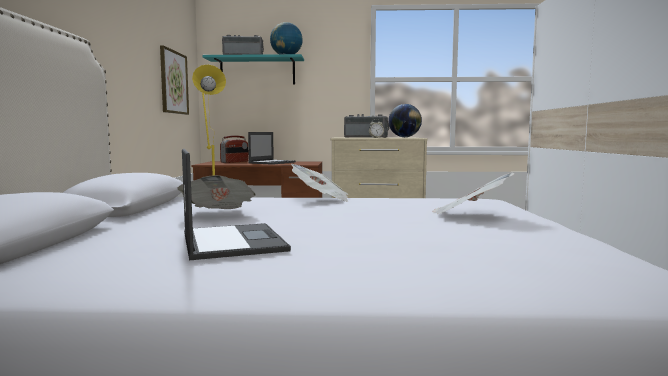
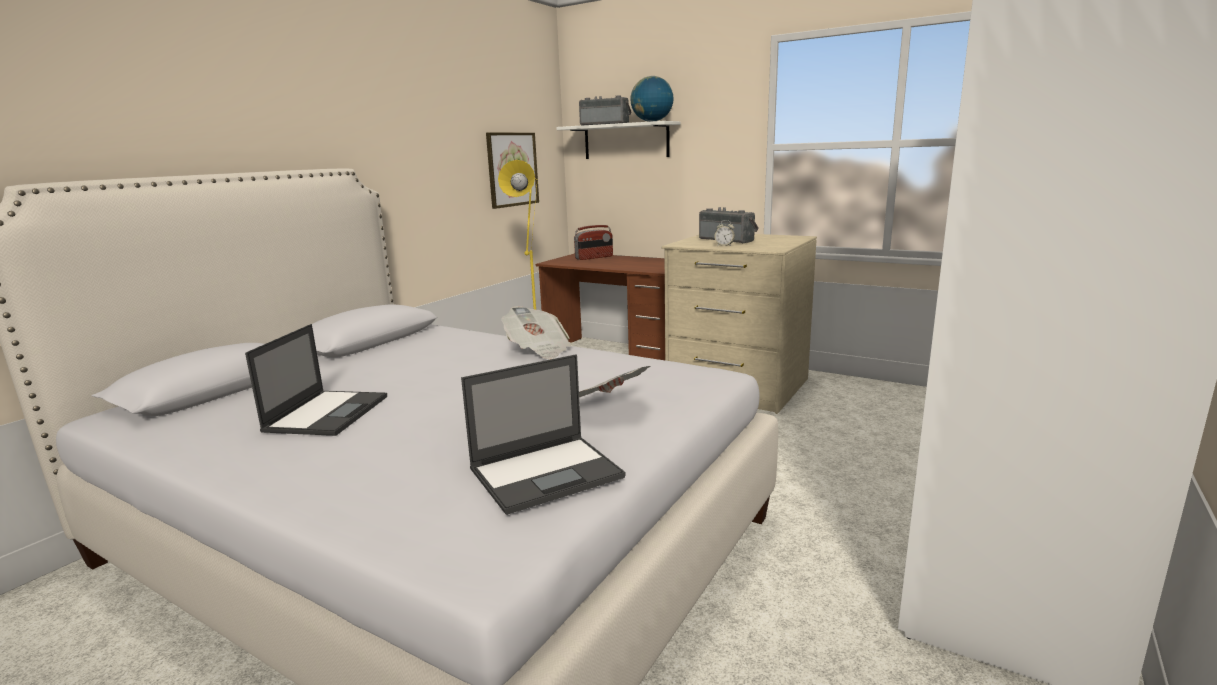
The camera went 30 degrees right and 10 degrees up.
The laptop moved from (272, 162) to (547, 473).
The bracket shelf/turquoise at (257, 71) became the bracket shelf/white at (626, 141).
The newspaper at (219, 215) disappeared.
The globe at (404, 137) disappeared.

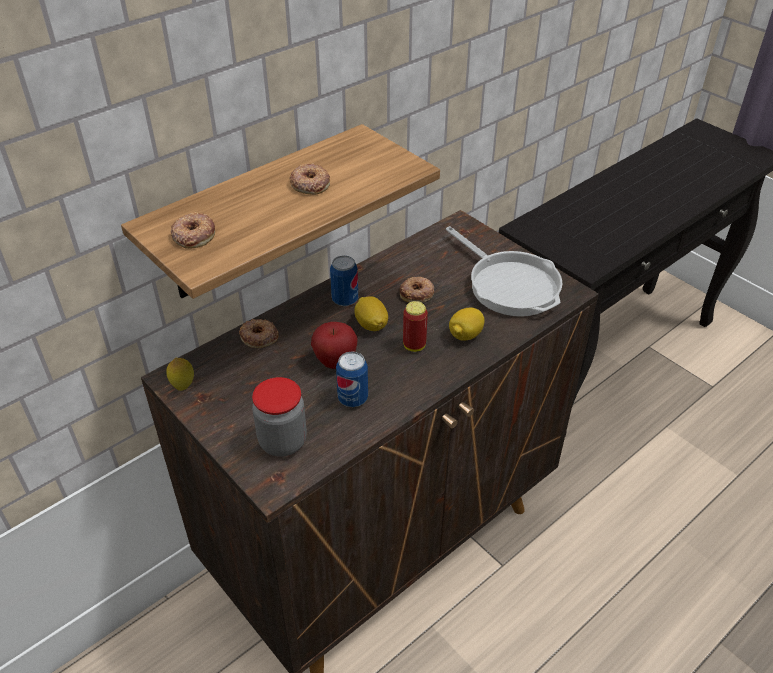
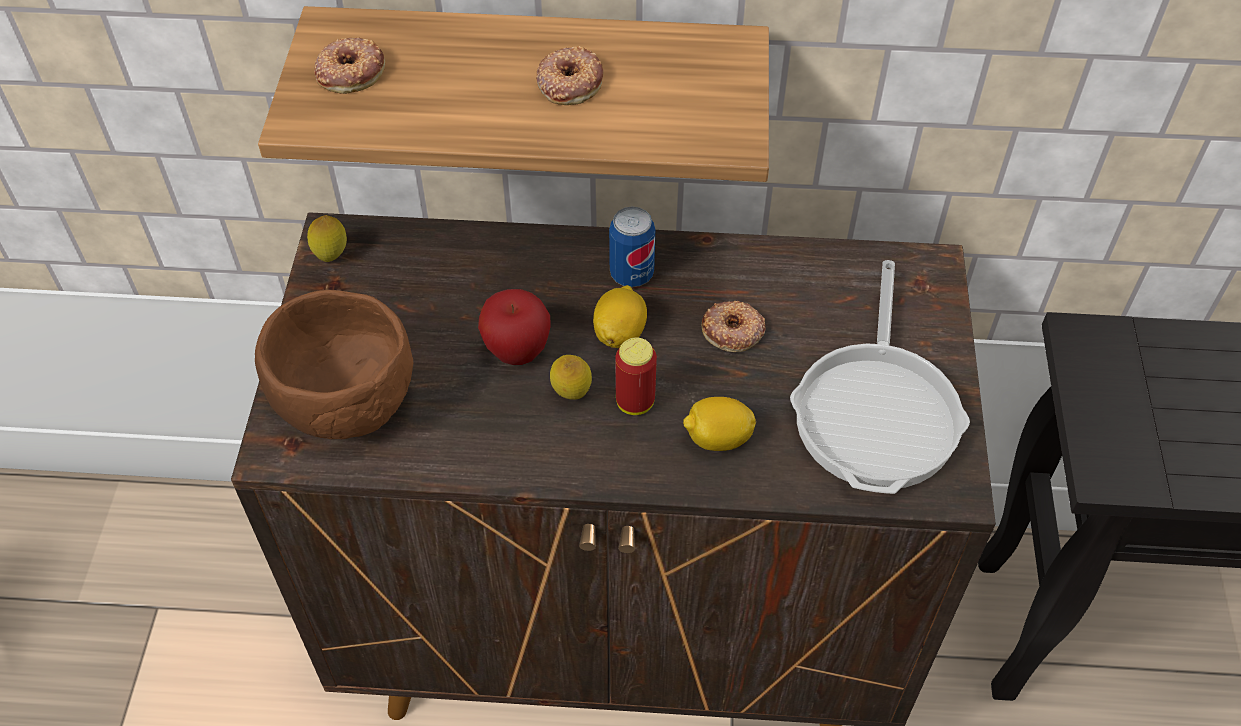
The camera went 45 degrees right and 10 degrees up.
The preserve jar at (283, 442) was replaced by the serving bowl/brown-coloured at (345, 406).
The lemon at (571, 394) appeared.
The donut at (259, 337) disappeared.
The can at (353, 399) disappeared.

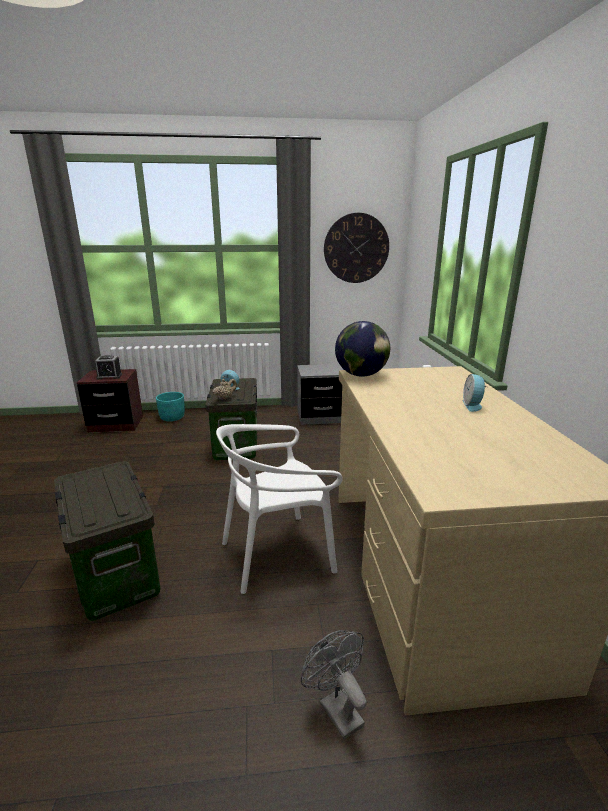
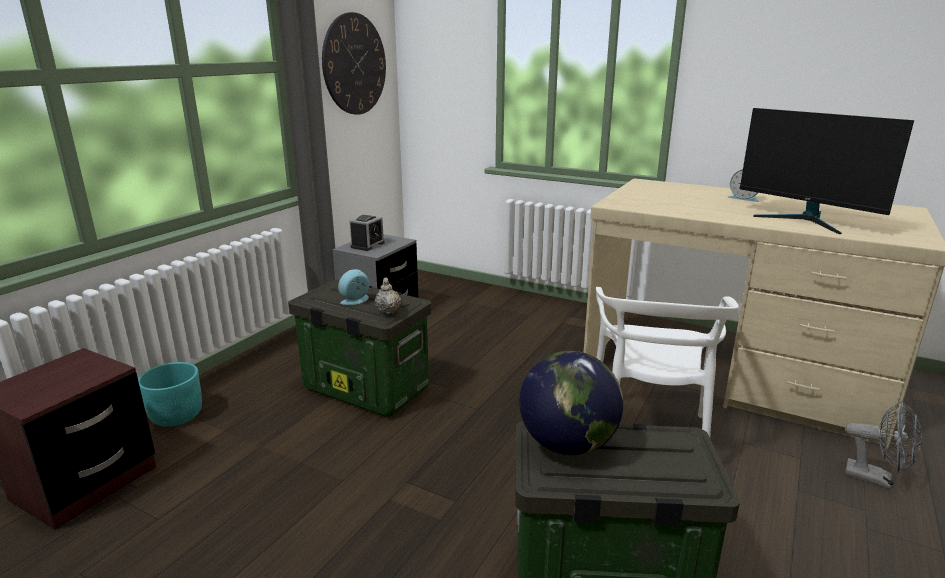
The camera went 55 degrees left and 0 degrees up.
The alarm clock moved from (109, 376) to (367, 245).
The globe moved from (361, 375) to (567, 445).
The computer screen at (806, 220) appeared.
The cooling fan/gray at (336, 708) turned 150 degrees counterclockwise.

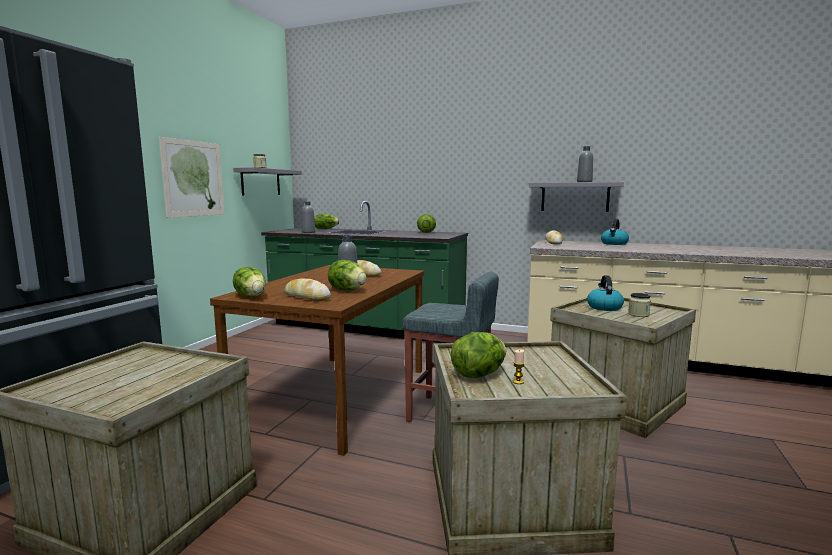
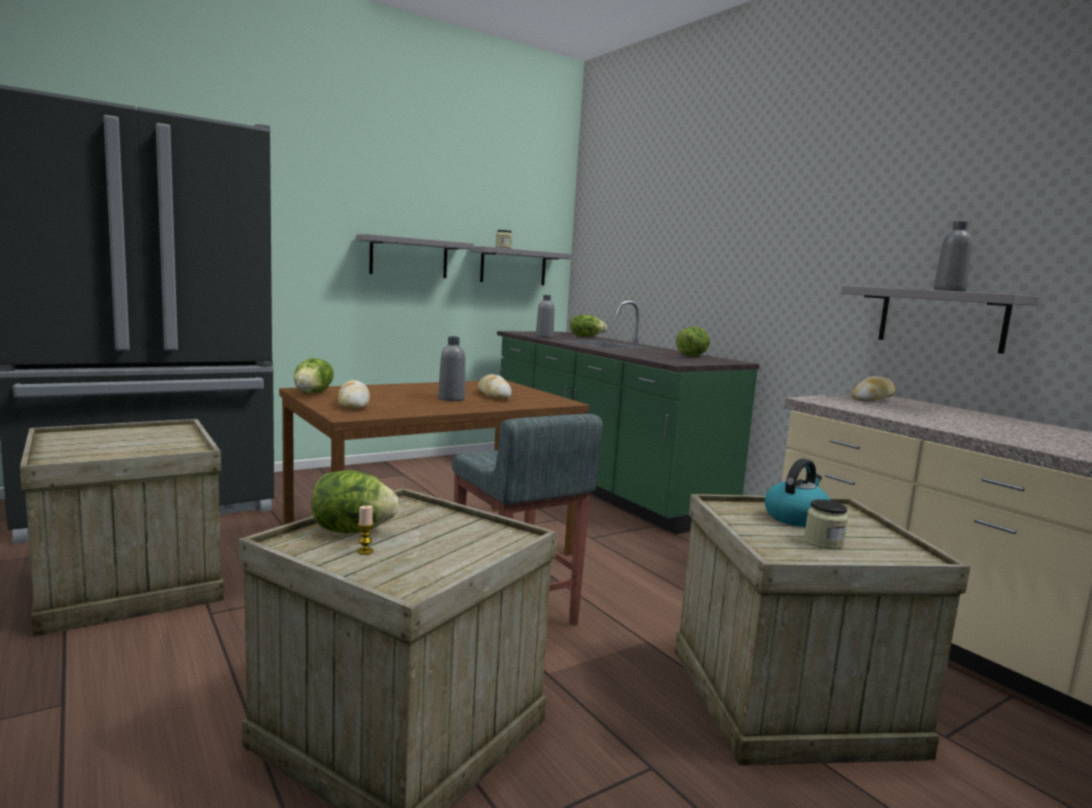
The camera went 35 degrees right and 0 degrees up.
The wall art at (193, 178) was replaced by the bracket shelf/gray at (409, 257).
The lettuce at (347, 290) disappeared.
The tea kettle at (614, 243) disappeared.

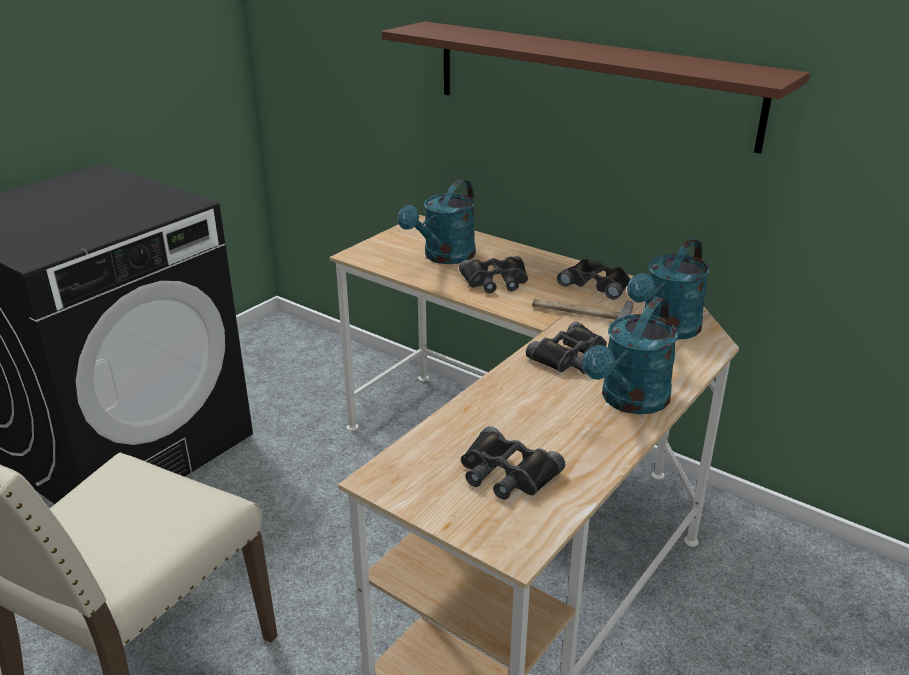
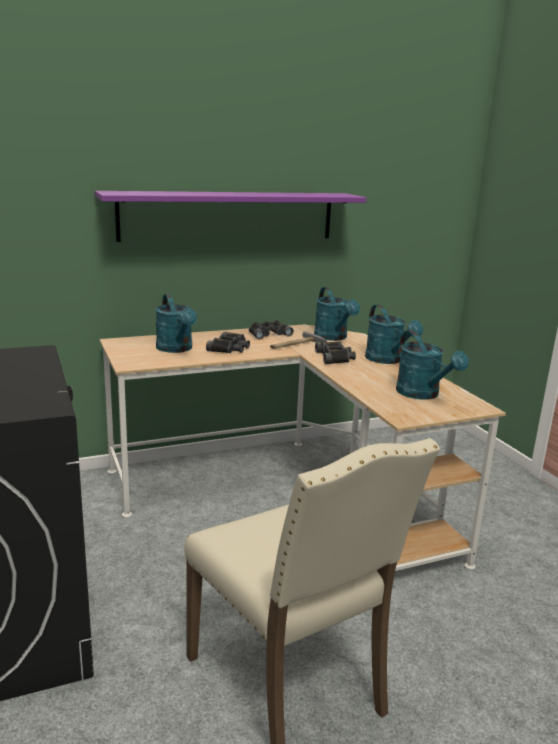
The camera went 60 degrees left and 10 degrees down.
The bracket shelf/brown-coloured at (589, 82) became the bracket shelf/purplish at (229, 216).
The field glasses/black at (506, 473) was replaced by the sprinkling can/turquoise at (423, 394).

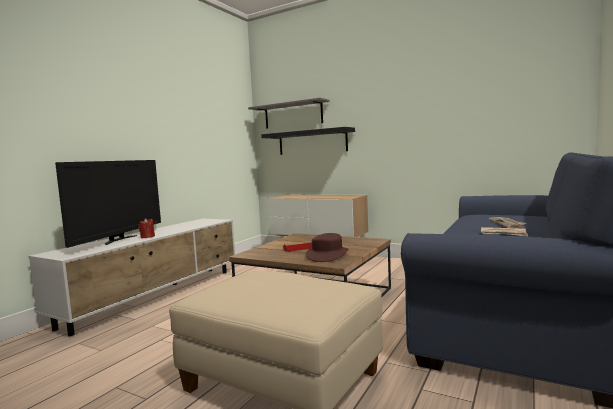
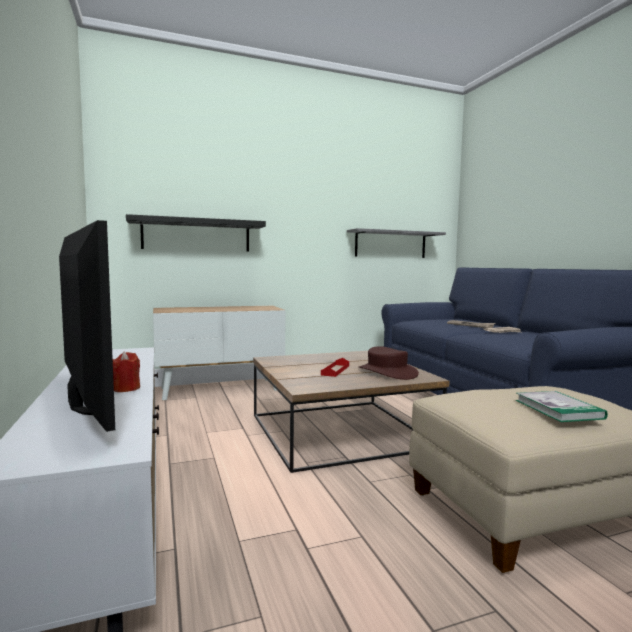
The camera went 50 degrees left and 0 degrees up.
The bracket shelf/gray moved from (293, 115) to (390, 244).
The bound book at (558, 409) appeared.

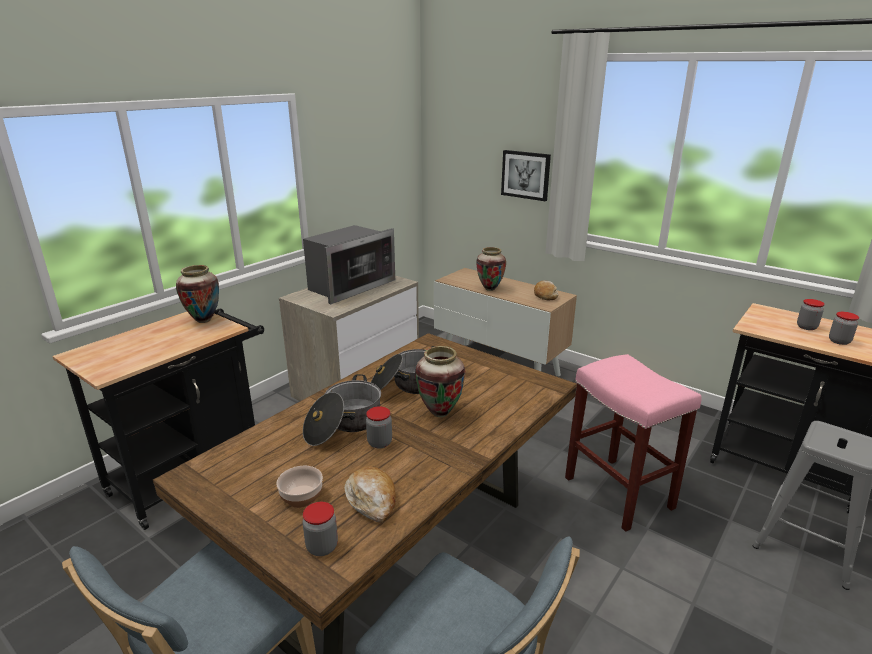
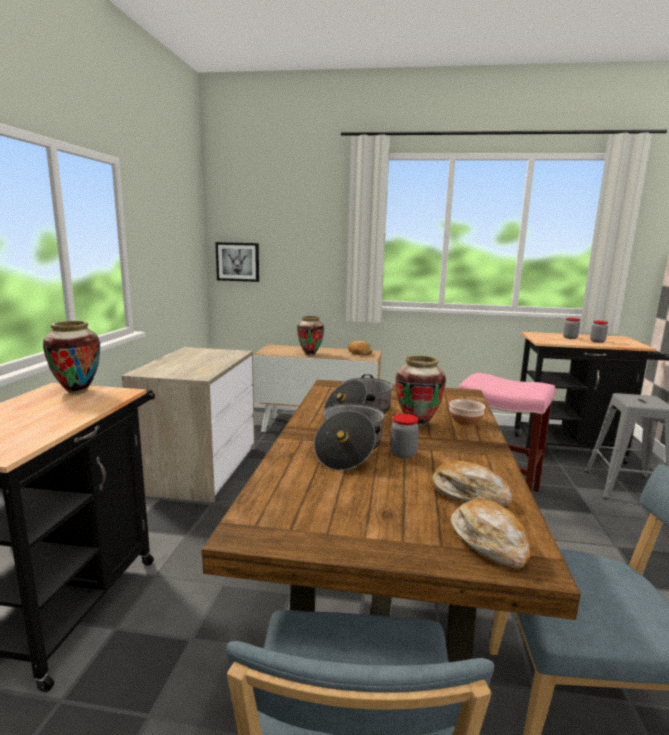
The camera went 30 degrees left and 10 degrees down.
The wall art moved from (526, 175) to (238, 261).
The serving bowl moved from (301, 497) to (465, 420).
The preserve jar at (322, 547) was replaced by the baked bread at (490, 542).
The microwave at (349, 286) disappeared.

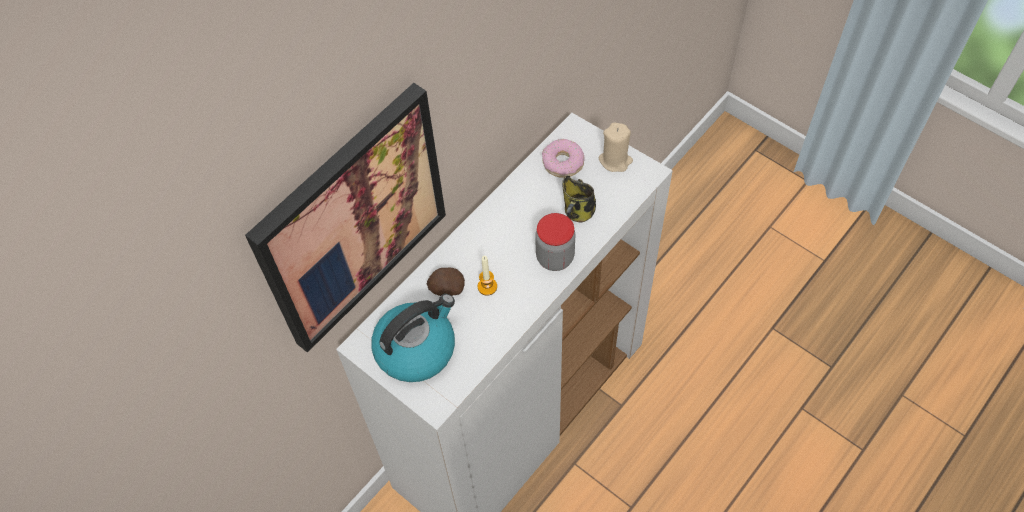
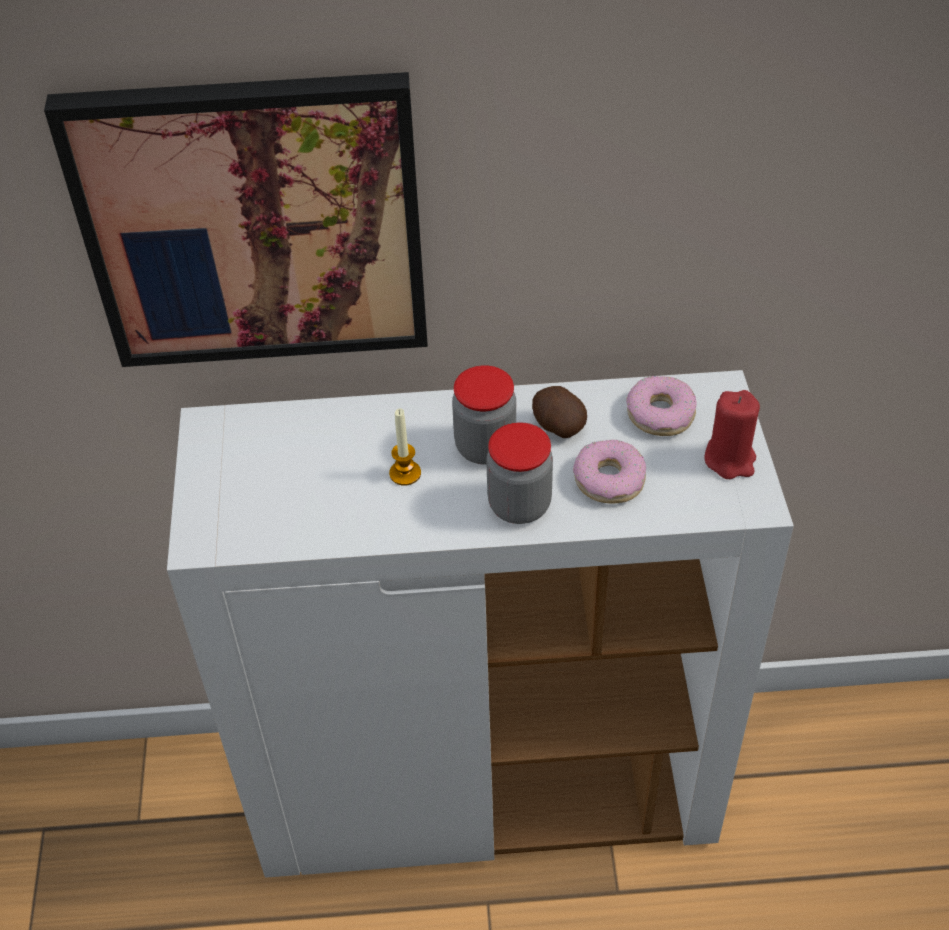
The camera went 45 degrees right and 10 degrees down.
The preserve jar at (485, 447) appeared.
The spud moved from (446, 289) to (557, 426).
The tea mug at (578, 212) was replaced by the donut at (609, 479).
The wax light/sand-coloured at (615, 160) became the wax light/red-coloured at (730, 459).
The tea kettle at (416, 348) disappeared.

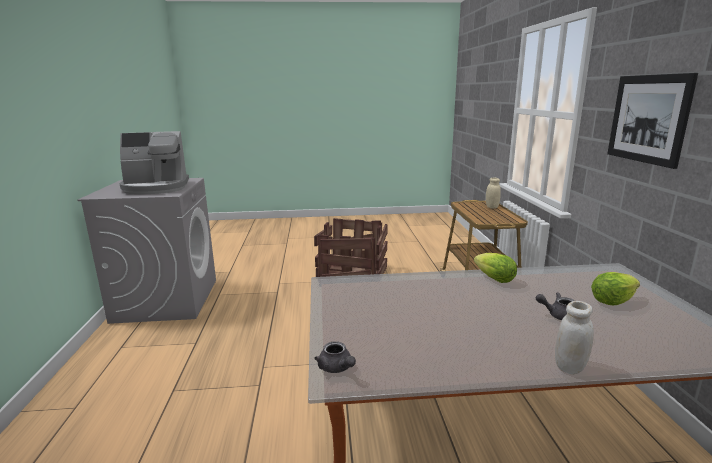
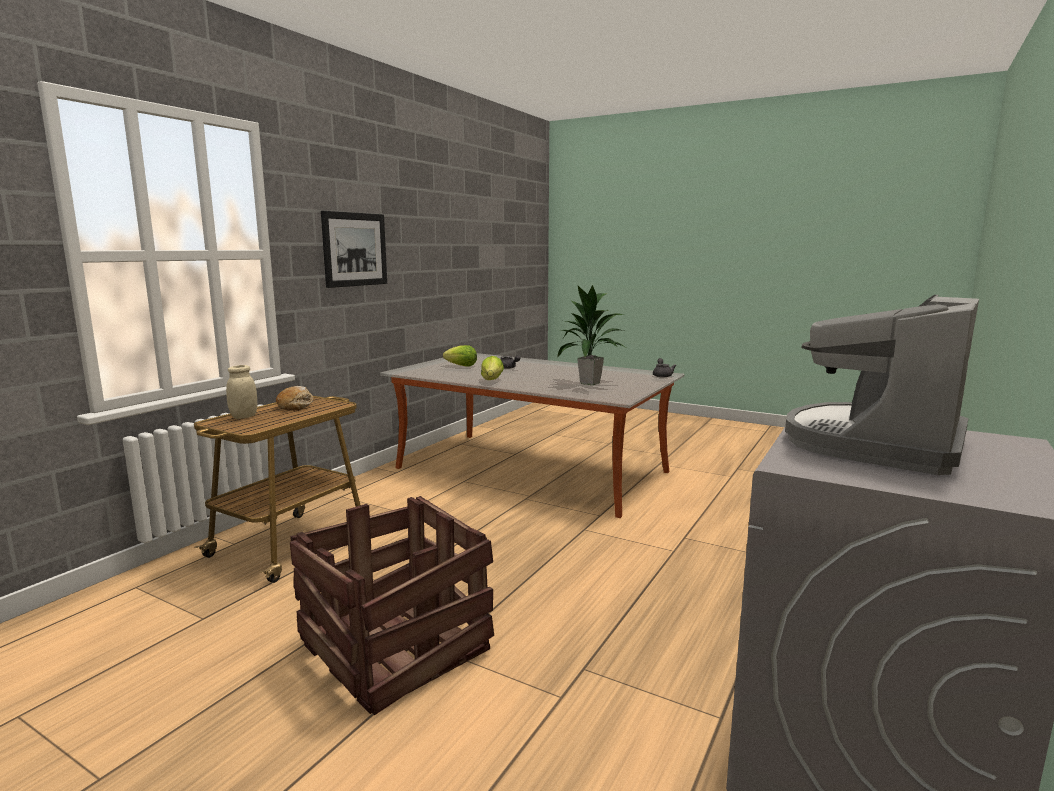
The camera went 145 degrees left and 5 degrees down.
The baked bread at (296, 405) appeared.
The houseplant at (591, 383) appeared.
The coffee maker at (156, 188) turned 75 degrees counterclockwise.
The preserve jar/white at (570, 367) disappeared.

